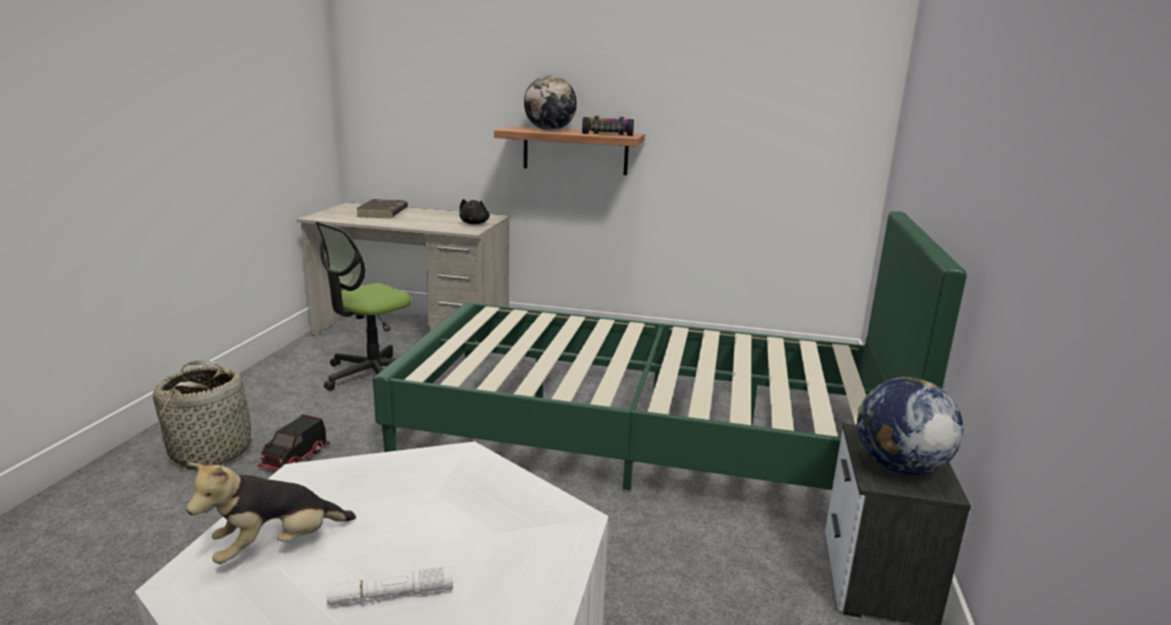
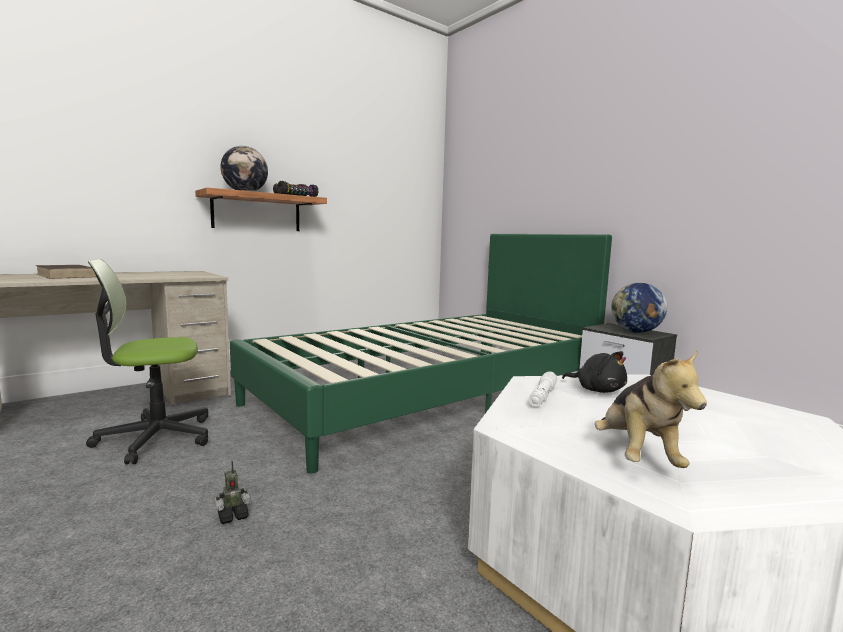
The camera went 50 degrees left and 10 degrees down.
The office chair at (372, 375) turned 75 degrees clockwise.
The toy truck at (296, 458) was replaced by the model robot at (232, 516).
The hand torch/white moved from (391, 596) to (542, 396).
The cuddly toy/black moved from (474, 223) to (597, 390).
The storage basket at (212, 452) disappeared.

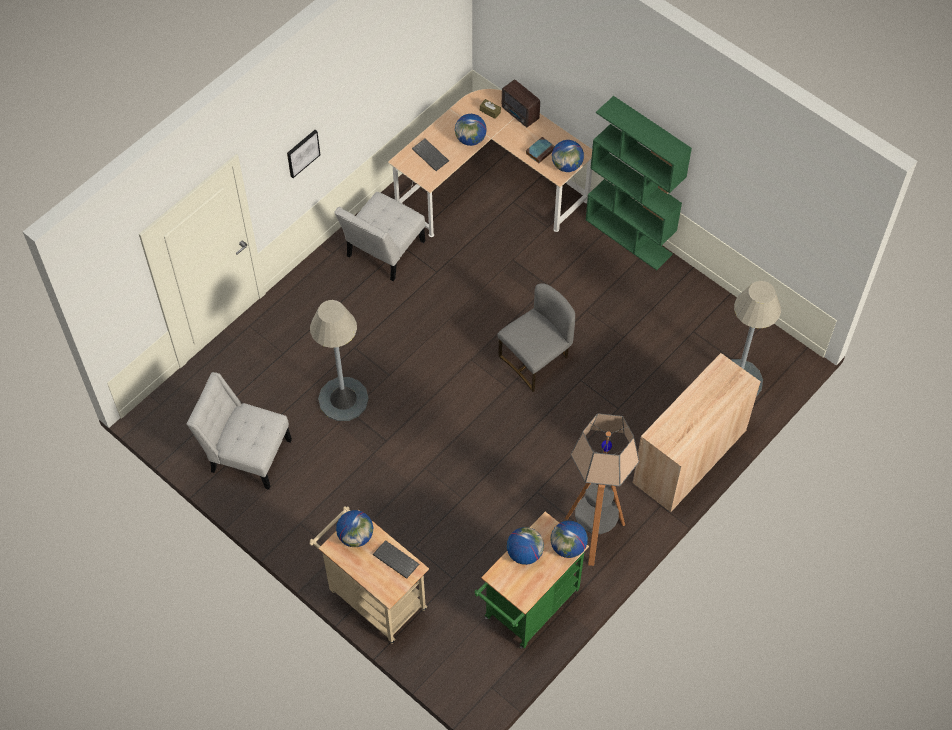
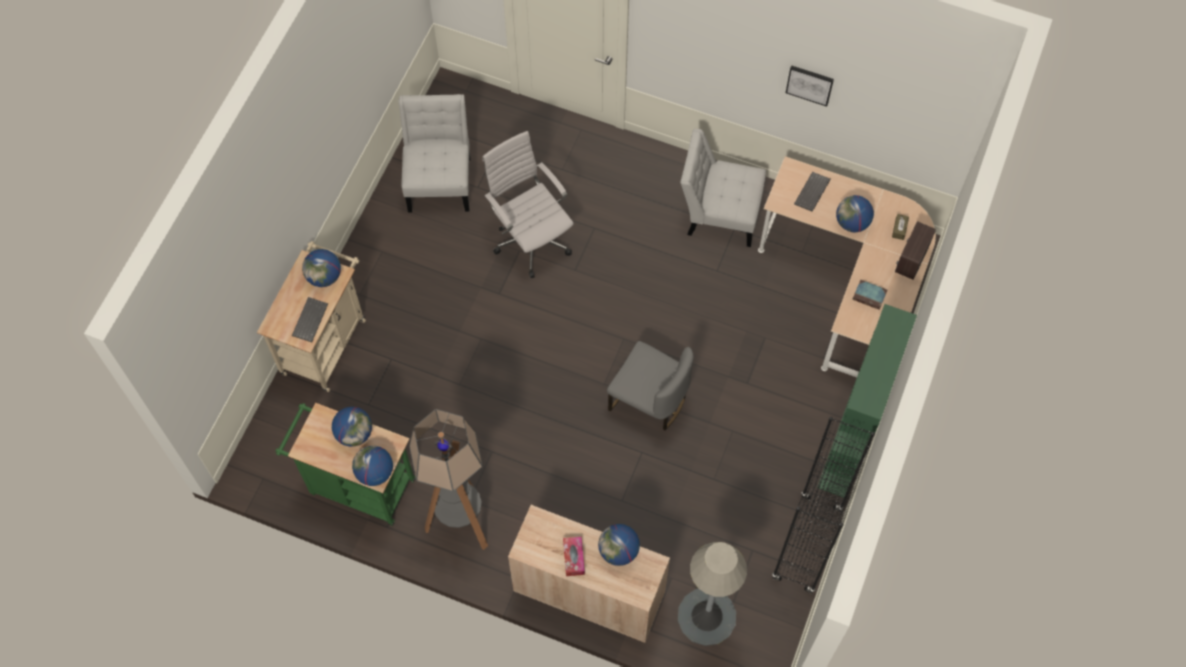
The camera went 70 degrees right and 5 degrees up.
The standing lamp/gray at (343, 399) was replaced by the office chair/white at (530, 239).
The box of tissues at (573, 558) appeared.
The globe moved from (567, 165) to (618, 551).
The bookshelf/black at (807, 544) appeared.
The wall art moved from (302, 153) to (809, 84).

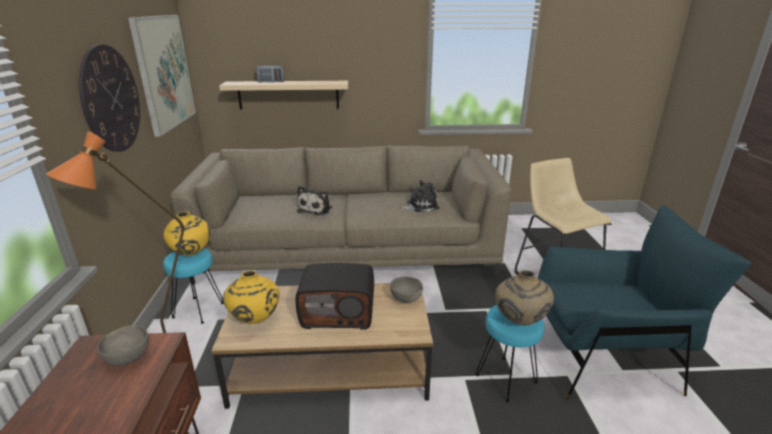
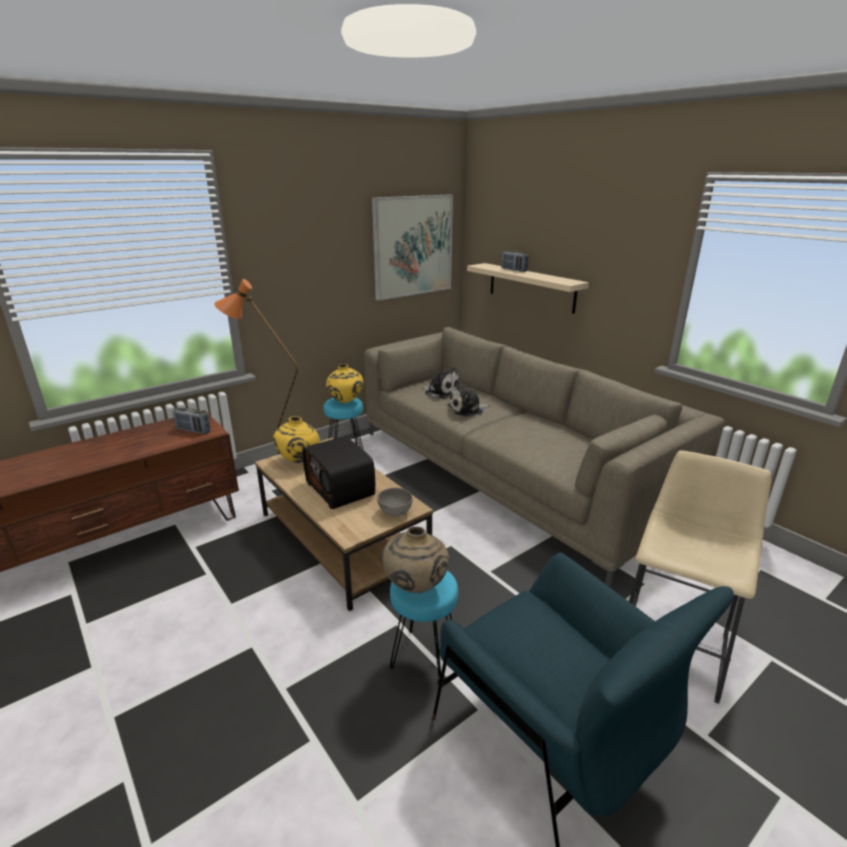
The camera went 55 degrees right and 0 degrees up.
The serving bowl/gray at (129, 358) was replaced by the radio set at (193, 430).
The cuddly toy moved from (420, 206) to (441, 391).
The hanging clock at (111, 99) disappeared.

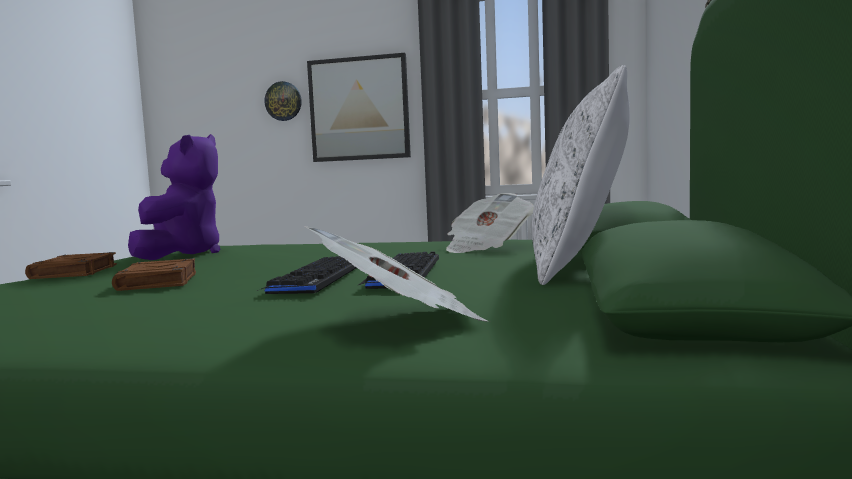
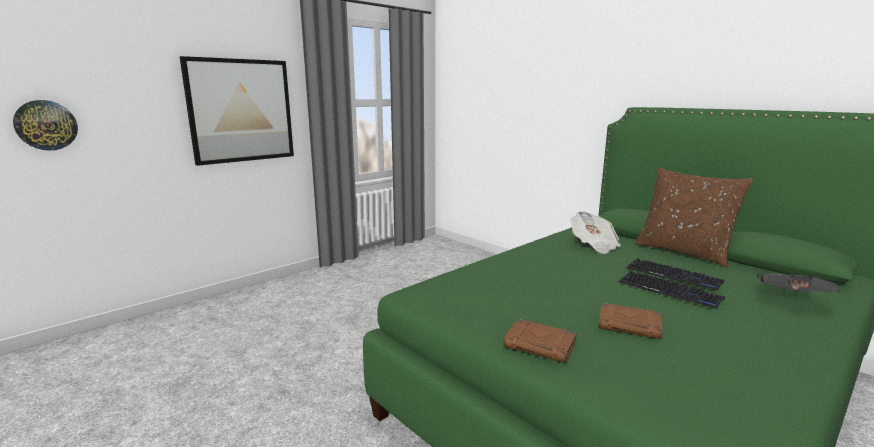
The camera went 55 degrees left and 10 degrees up.
The hanging clock moved from (283, 101) to (46, 125).
The cushion/white at (578, 267) became the cushion/brown-coloured at (683, 252).
The cuddly toy/purplish at (182, 255) disappeared.

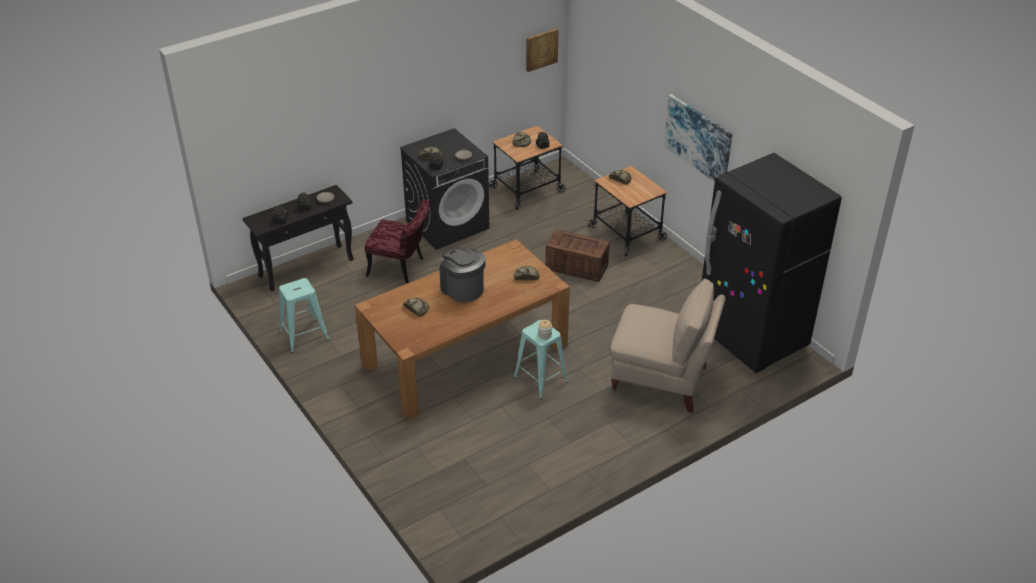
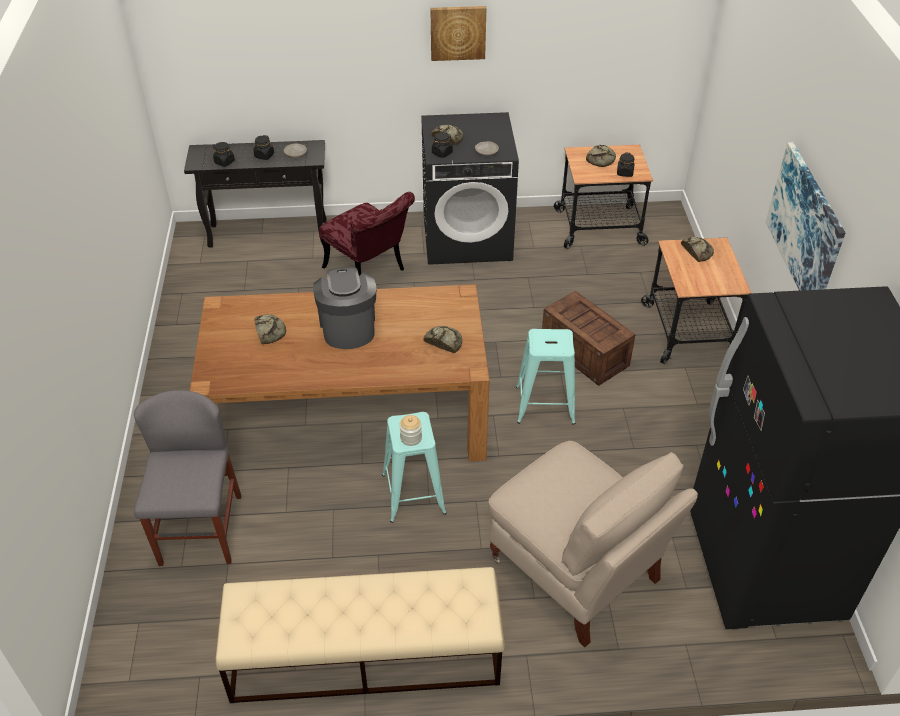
The camera went 30 degrees right and 5 degrees up.
The plain chair/gray at (200, 530) appeared.
The long seat/sand-coloured at (364, 656) appeared.
The wall art moved from (541, 49) to (458, 32).
The stool seat/turquoise moved from (304, 336) to (545, 405).

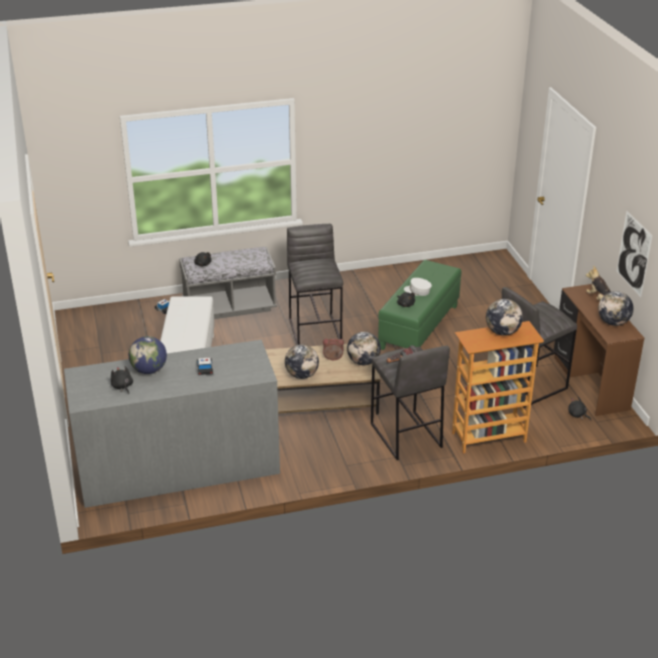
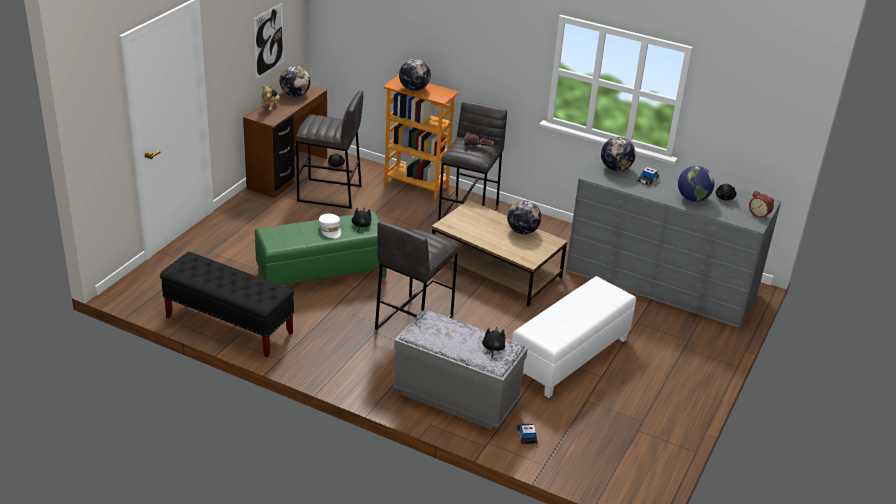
The camera went 140 degrees left and 0 degrees up.
The long seat/black at (229, 325) appeared.
The globe moved from (363, 362) to (615, 169).
The alarm clock moved from (333, 358) to (759, 214).

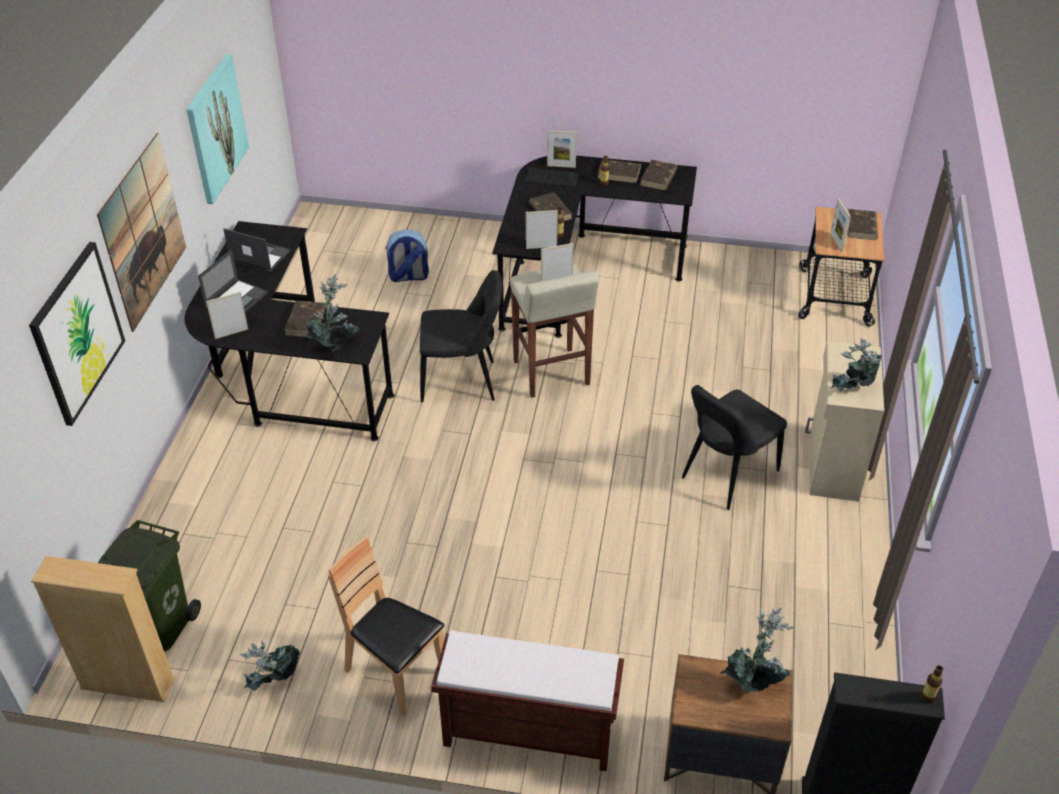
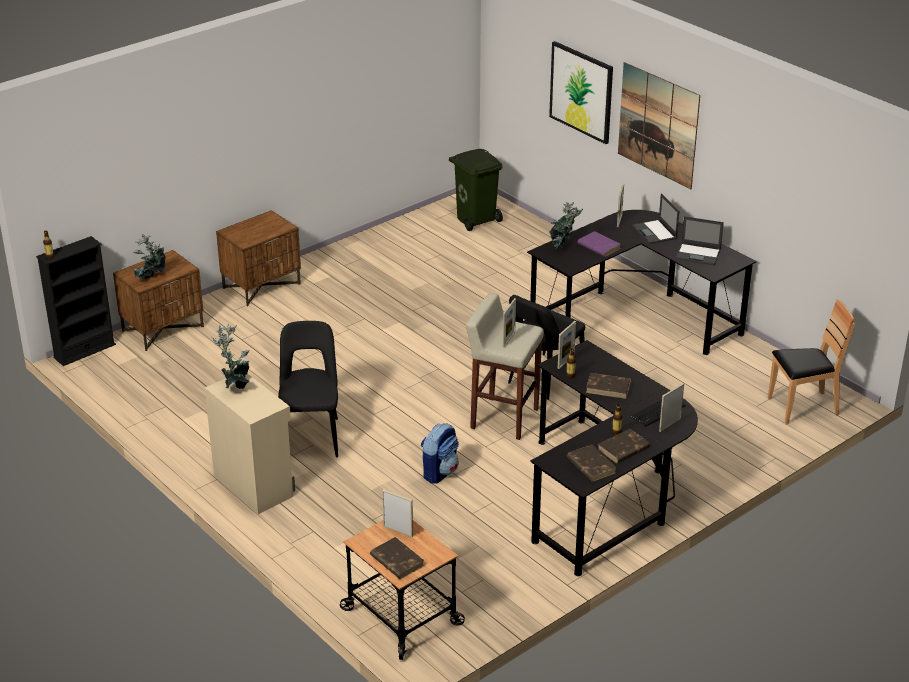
The camera went 130 degrees right and 10 degrees down.
The long seat/brown-coloured at (527, 732) was replaced by the night table/brown-coloured at (262, 286).
The knapsack moved from (408, 277) to (439, 472).
The bound book/brown-coloured at (306, 322) became the bound book/purplish at (598, 246).
The laptop at (259, 255) turned 45 degrees clockwise.
The plain chair/brown-coloured moved from (395, 673) to (802, 407).
The bookshelf/sand-coloured at (128, 683) disappeared.
The wall art at (215, 128) disappeared.
The houseplant at (274, 684) disappeared.

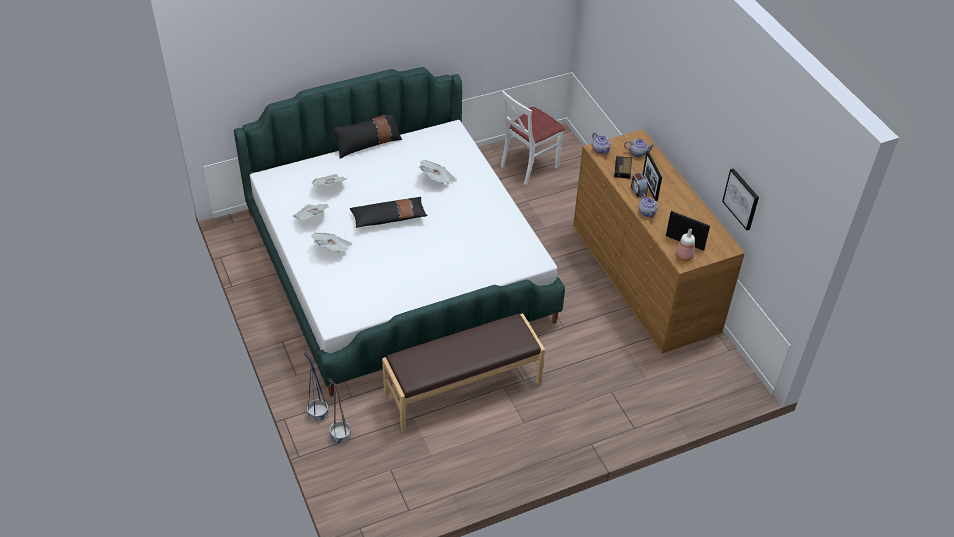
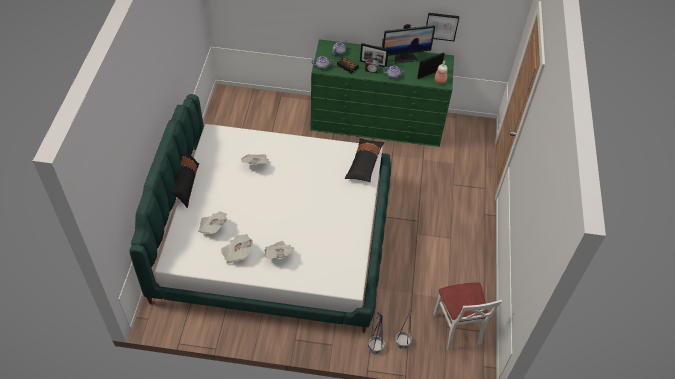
The camera went 60 degrees left and 5 degrees up.
The dresser/brown-coloured at (644, 277) became the dresser/greenish at (377, 121).
The cushion/black moved from (389, 218) to (364, 164).
The computer screen at (405, 57) appeared.
The plain chair/white moved from (528, 165) to (458, 328).
The long seat/brown-coloured at (462, 387) disappeared.

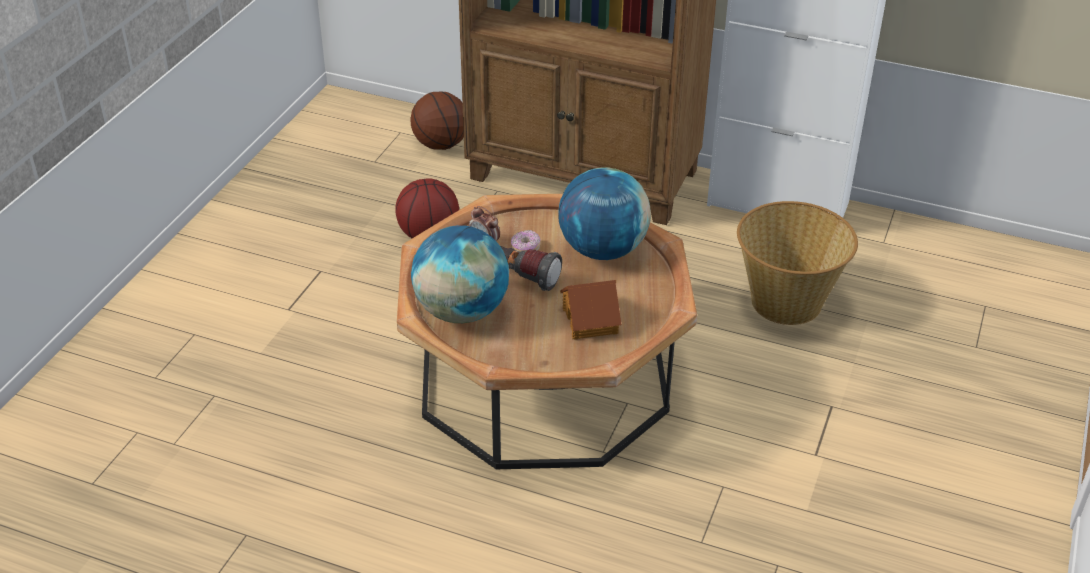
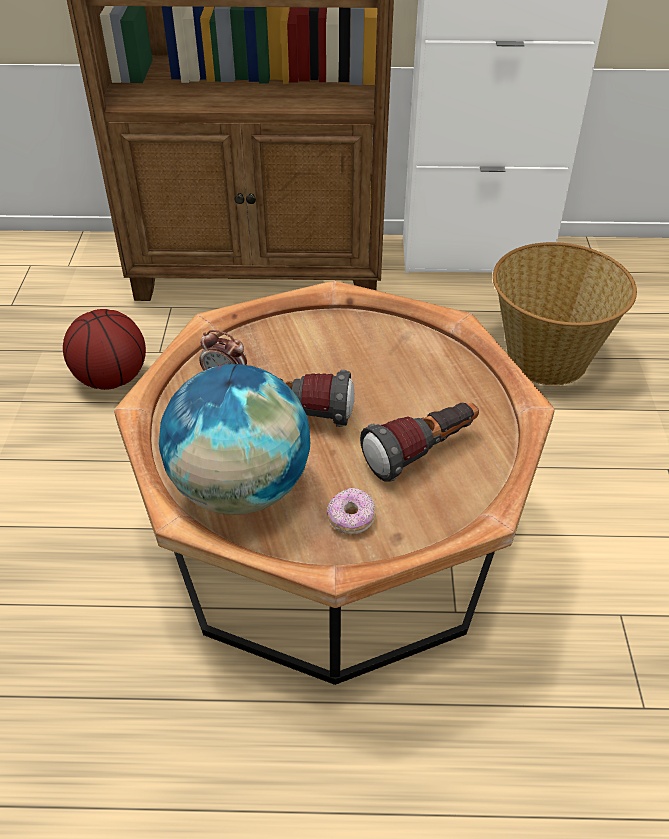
The camera went 20 degrees left and 5 degrees up.
The donut moved from (525, 248) to (351, 518).
The toy house at (591, 320) was replaced by the hand torch at (422, 453).
The ball for basketball at (441, 145) disappeared.
The globe at (602, 250) disappeared.

